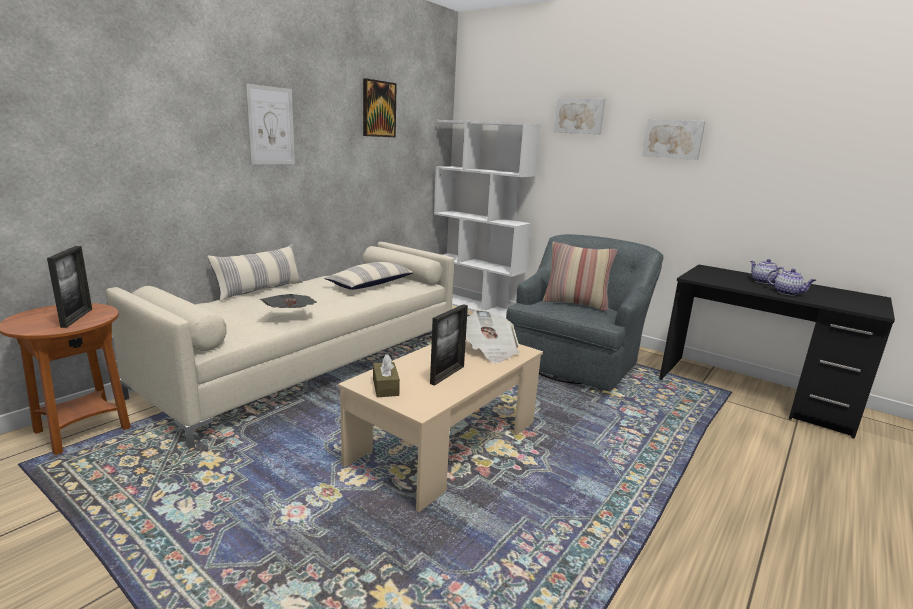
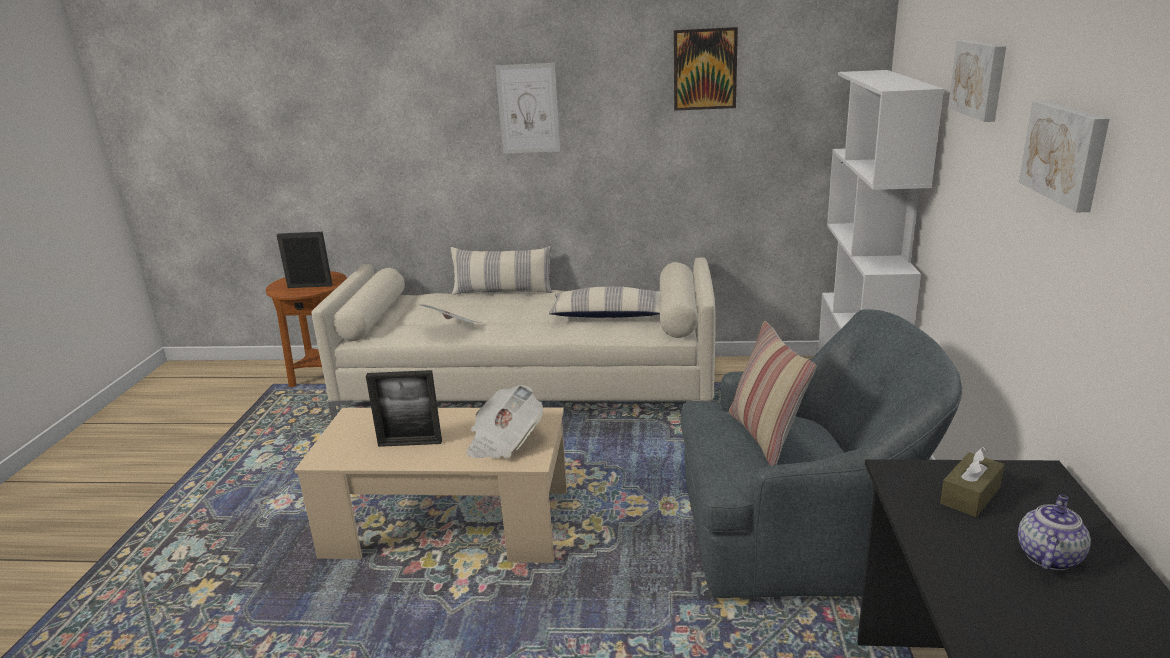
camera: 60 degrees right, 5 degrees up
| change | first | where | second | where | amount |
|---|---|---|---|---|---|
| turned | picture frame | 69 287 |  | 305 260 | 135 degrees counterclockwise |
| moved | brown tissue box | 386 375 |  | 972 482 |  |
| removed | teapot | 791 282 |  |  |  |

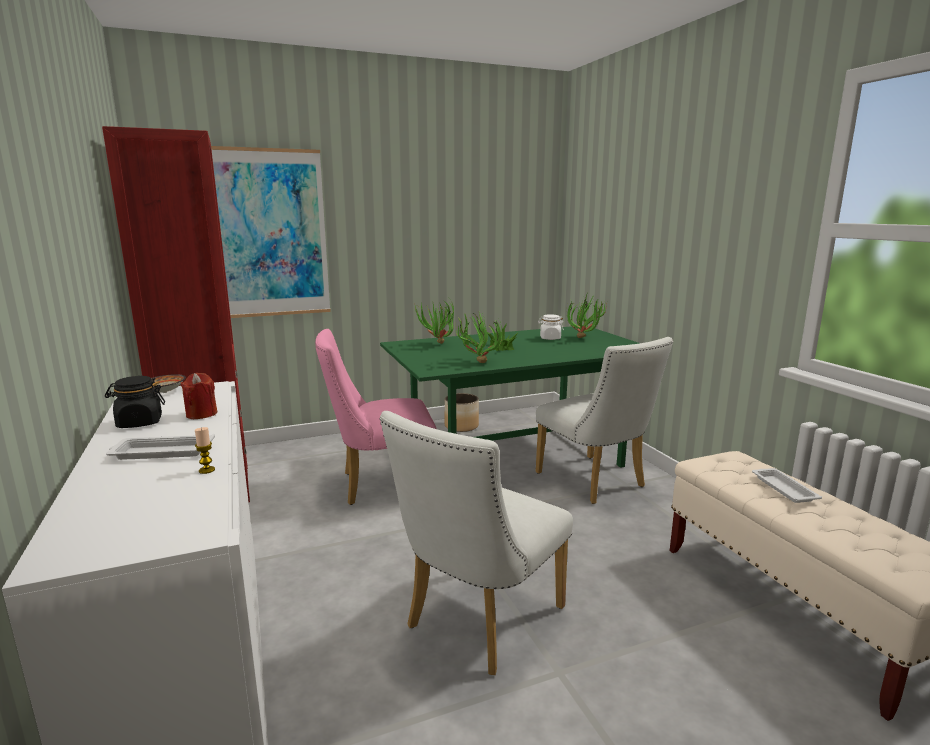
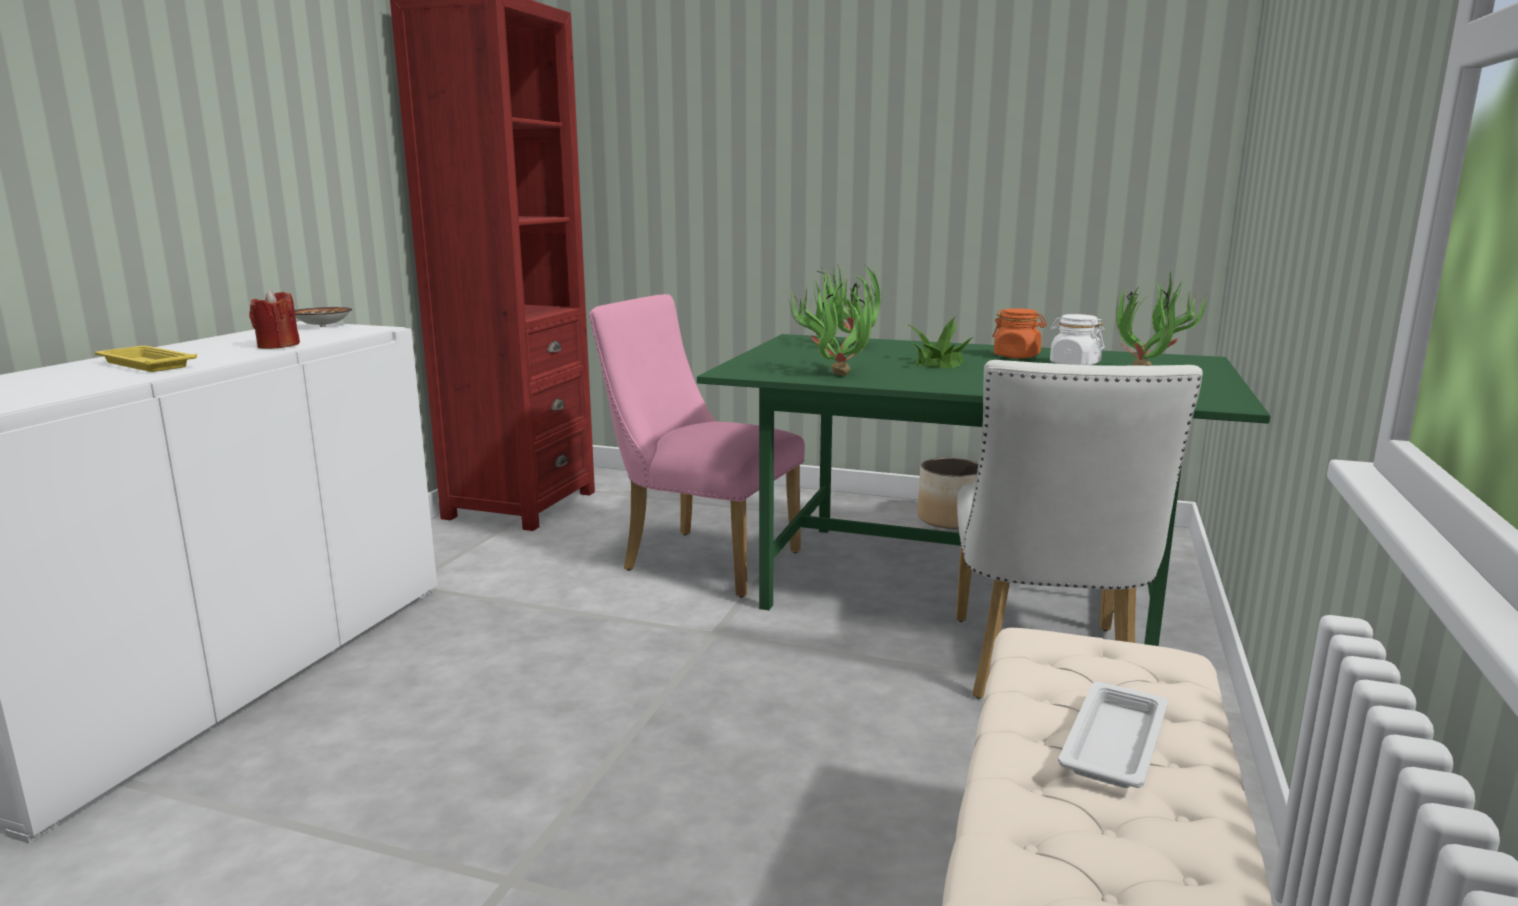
camera: 40 degrees right, 0 degrees up
| change | first | where | second | where | amount |
|---|---|---|---|---|---|
| recoloured | white tray | 160 447 | yellow tray | 145 359 |  |
| added |  |  | orange jar | 1019 333 |  |
| removed | black jar | 135 402 |  |  |  |
| removed | candle | 205 450 |  |  |  |
| removed | picture | 271 232 |  |  |  |
| removed | white chair | 476 543 |  |  |  |

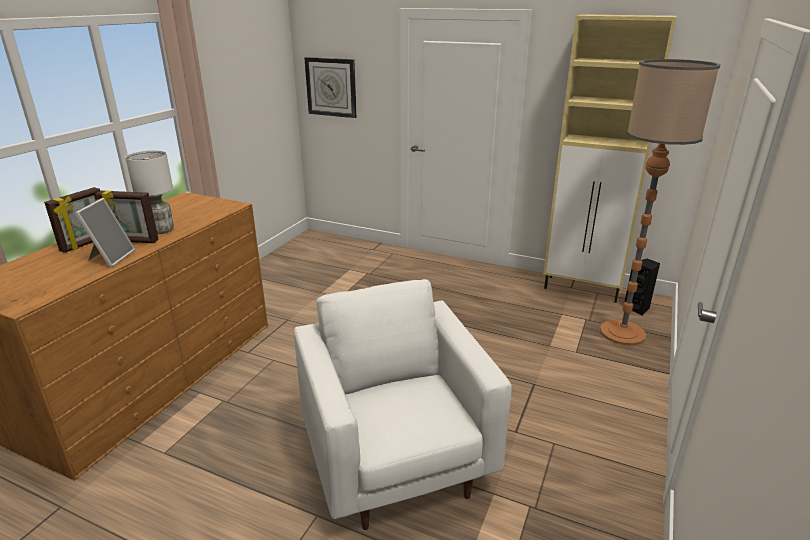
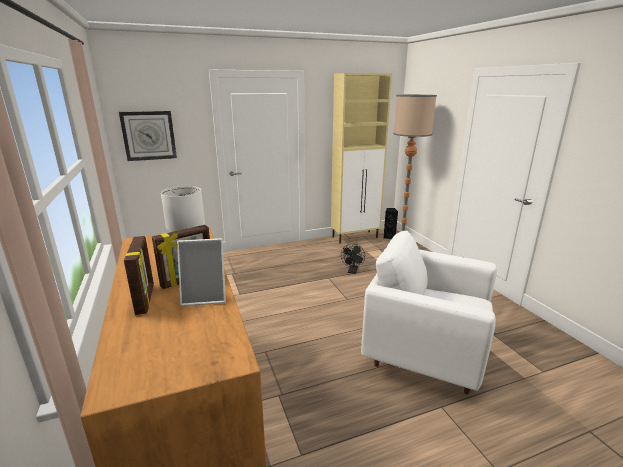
camera: 45 degrees left, 5 degrees down
| change | first | where | second | where | amount |
|---|---|---|---|---|---|
| turned | picture frame | 105 233 |  | 201 272 | 120 degrees clockwise |
| added |  |  | black fan | 353 259 |  |

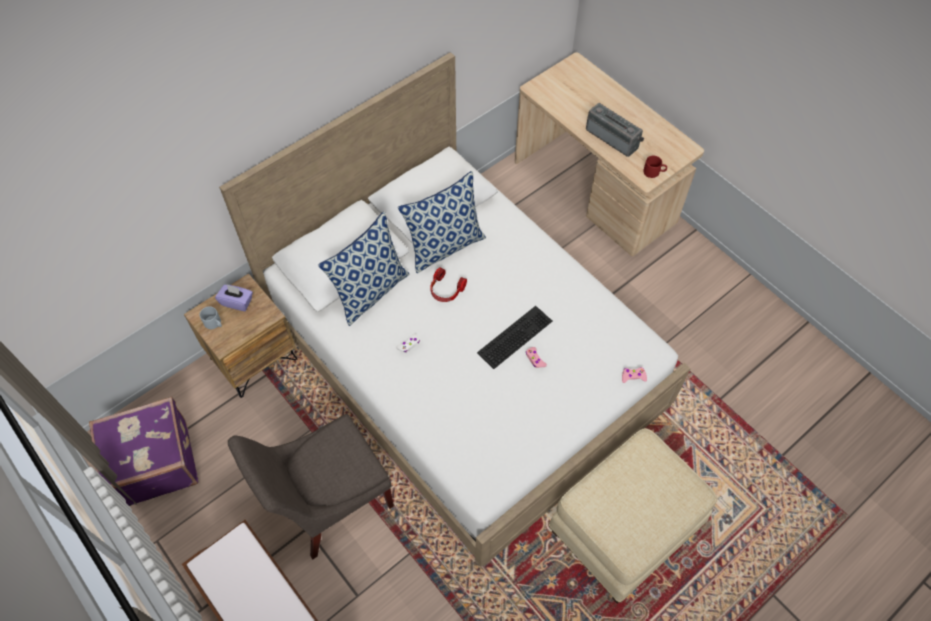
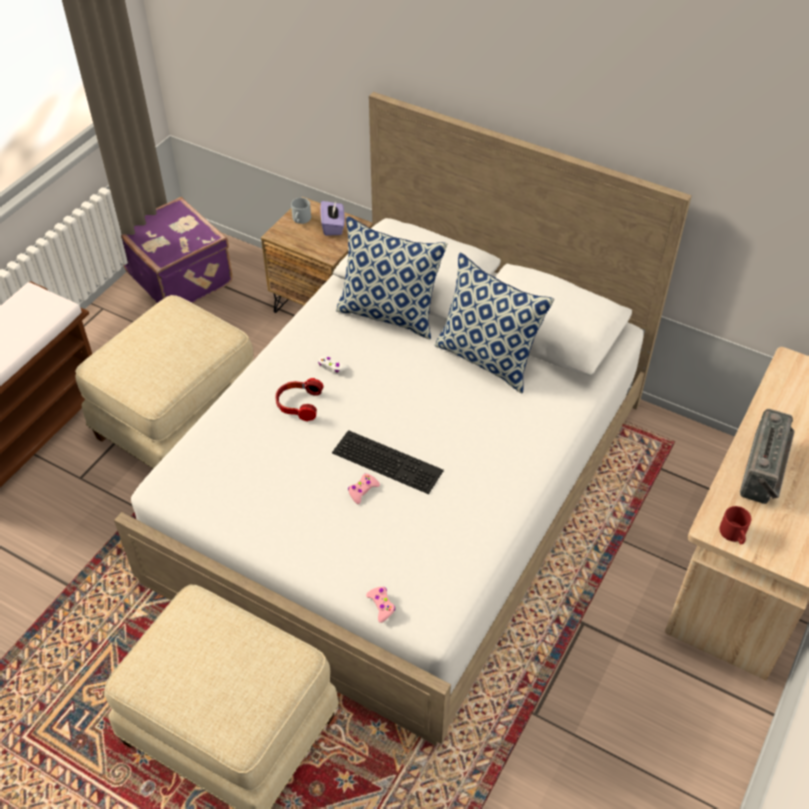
camera: 70 degrees right, 10 degrees down
| change | first | where | second | where | amount |
|---|---|---|---|---|---|
| replaced | grey chair | 311 486 | beige ottoman | 164 382 |  |
| moved | headphones | 448 284 |  | 299 399 |  |

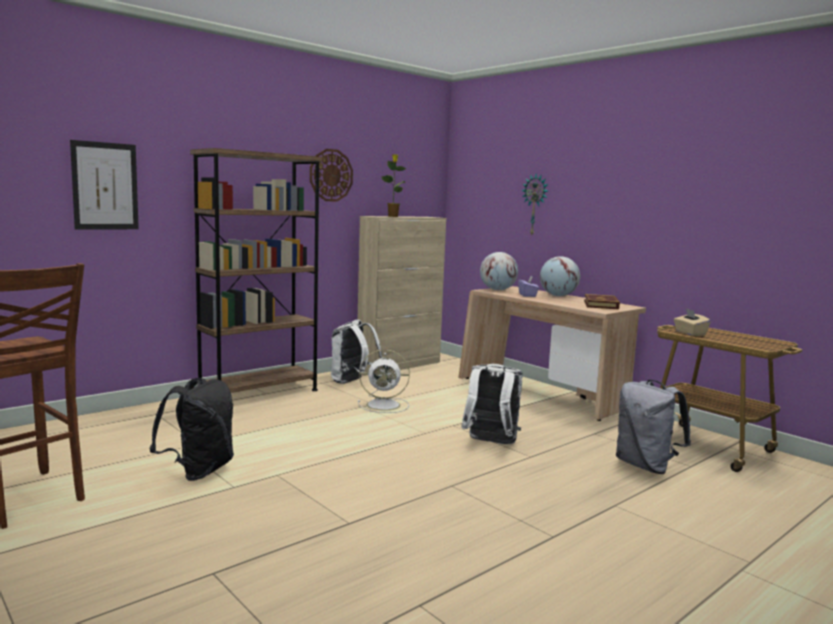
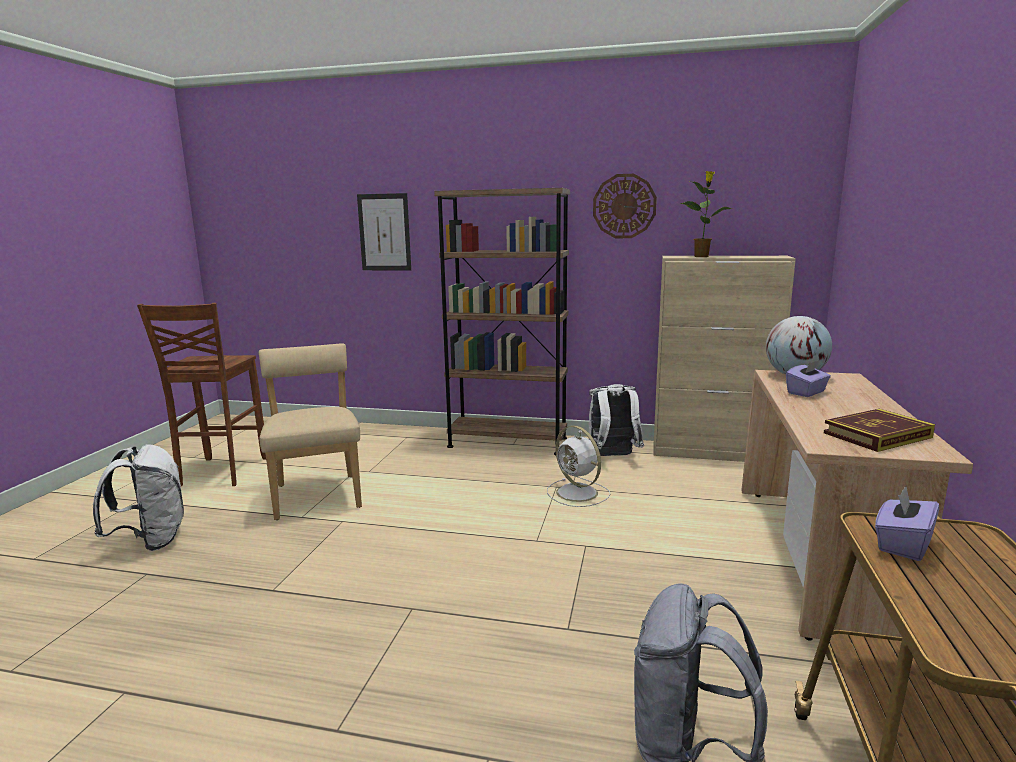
camera: 55 degrees right, 5 degrees up
| change | first | where | second | where | amount |
|---|---|---|---|---|---|
| moved | white backpack | 492 404 |  | 138 497 |  |
| replaced | black backpack | 191 429 | beige chair | 310 431 |  |
| recoloured | beige tissue box | 692 322 | purple tissue box | 907 523 |  |
| removed | wall clock | 534 204 |  |  |  |
| removed | globe | 560 276 |  |  |  |

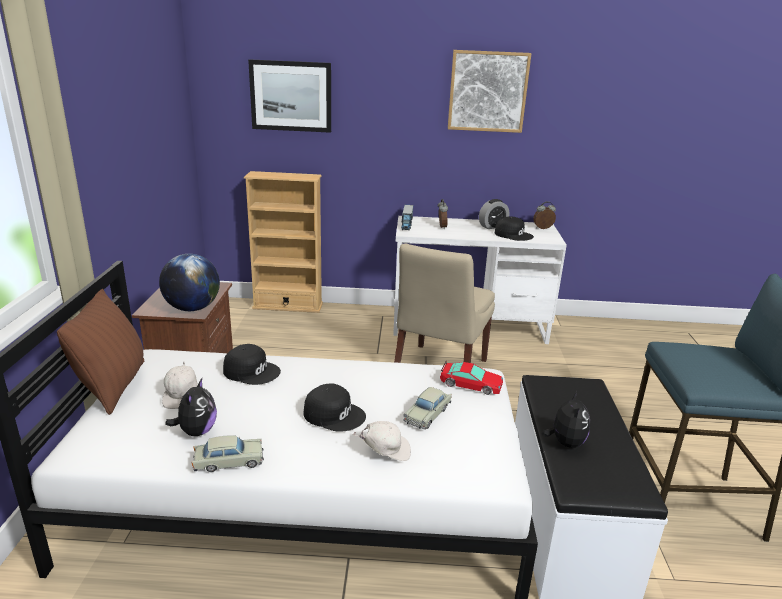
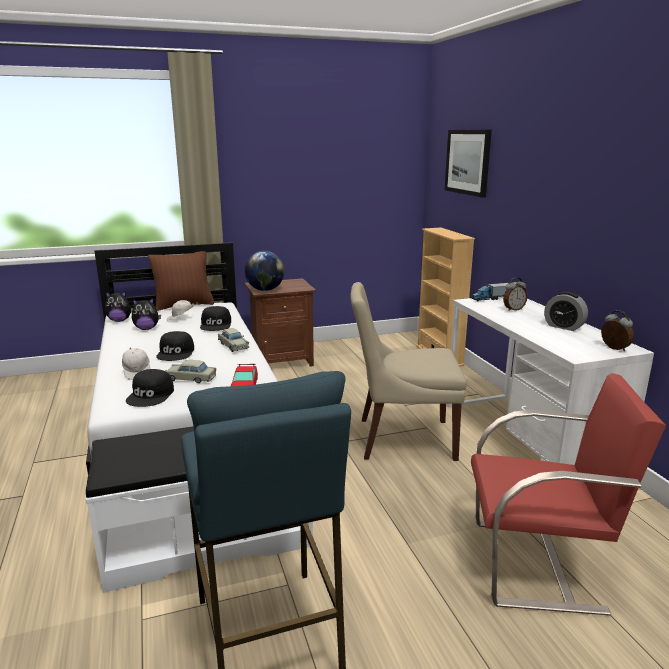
camera: 70 degrees right, 5 degrees down
| change | first | where | second | where | amount |
|---|---|---|---|---|---|
| moved | plush toy | 565 419 |  | 119 306 |  |
| moved | black cap | 514 229 |  | 150 388 |  |
| moved | beige toy car | 228 453 |  | 233 340 |  |
| added |  |  | red chair | 568 494 |  |
| removed | picture | 490 91 |  |  |  |

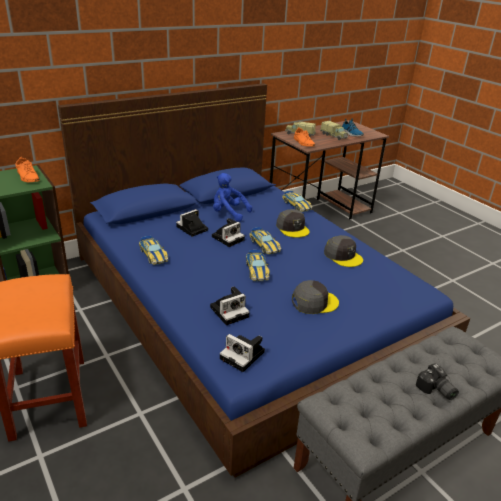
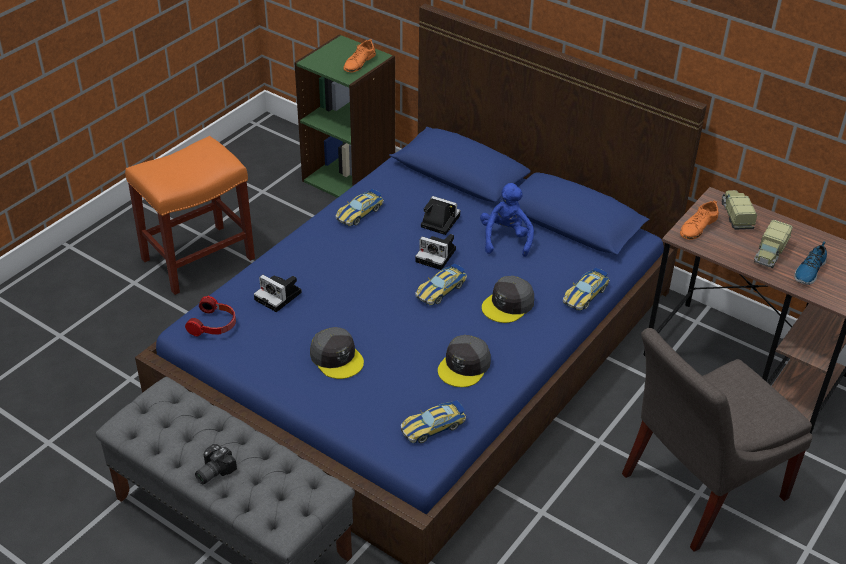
camera: 70 degrees right, 10 degrees up
| change | first | where | second | where | amount |
|---|---|---|---|---|---|
| replaced | photo camera | 242 353 | headphones | 210 316 |  |
| moved | toy car | 258 265 |  | 433 422 |  |
| added |  |  | grey chair | 717 440 |  |

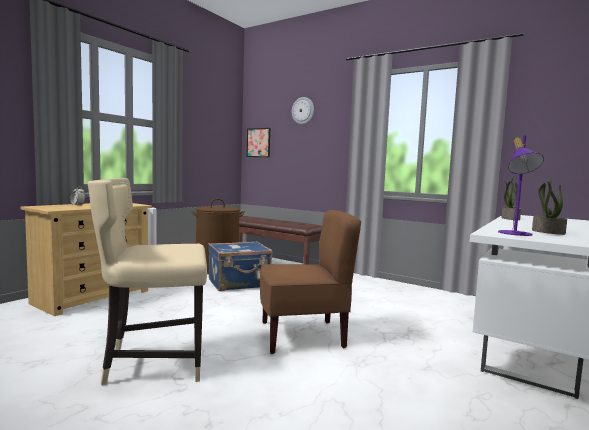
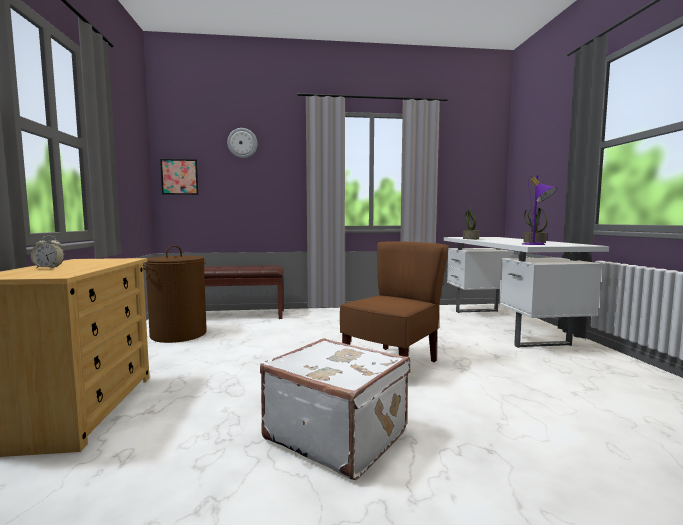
camera: 40 degrees left, 0 degrees up
| change | first | where | second | where | amount |
|---|---|---|---|---|---|
| replaced | beige chair | 147 281 | white suitcase | 335 409 |  |
| removed | blue suitcase | 240 266 |  |  |  |

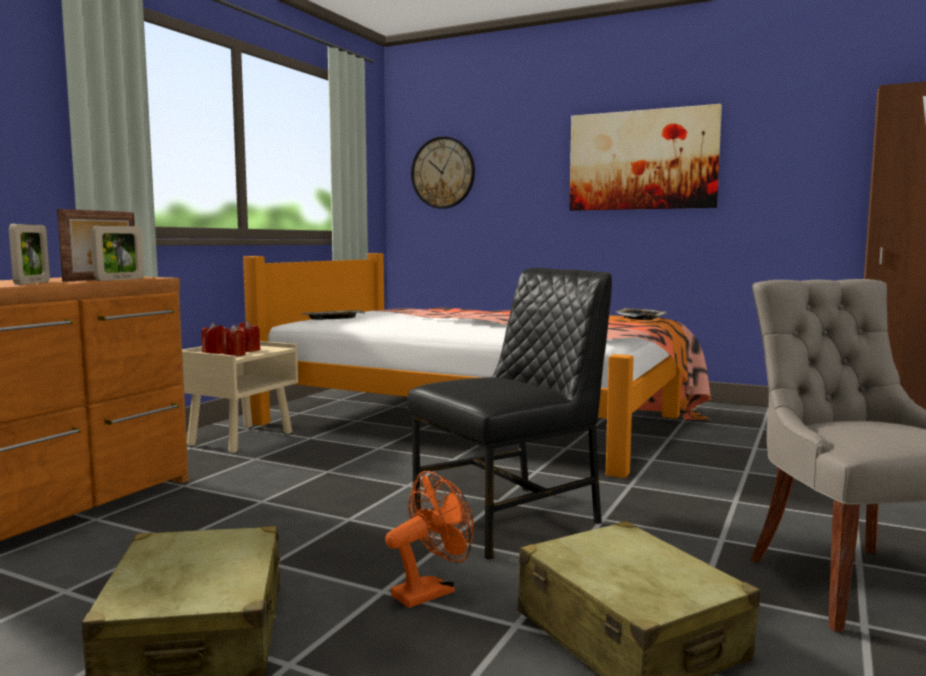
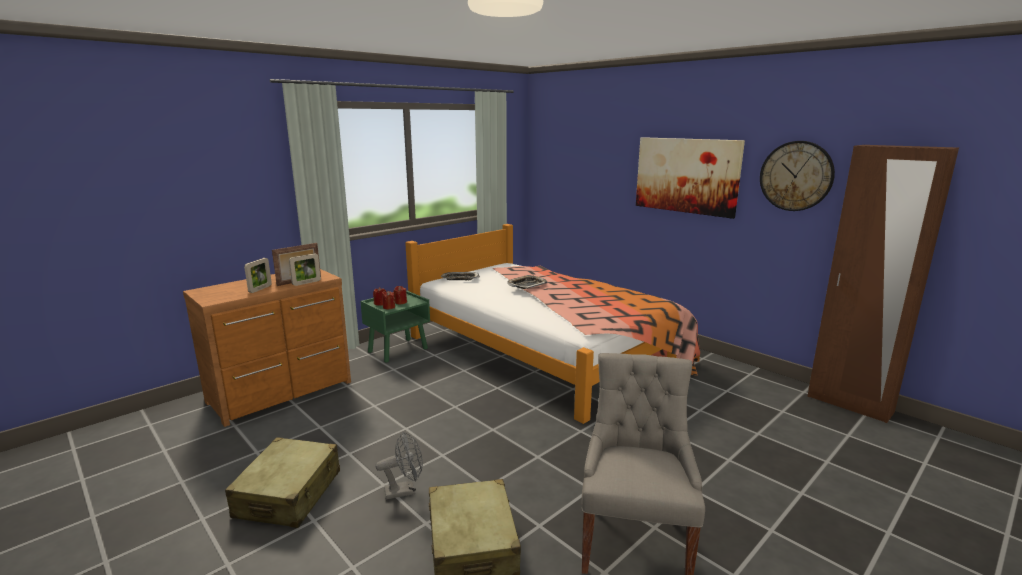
camera: 20 degrees right, 10 degrees up
| change | first | where | second | where | amount |
|---|---|---|---|---|---|
| recoloured | beige nightstand | 240 397 | green nightstand | 395 326 |  |
| recoloured | orange fan | 429 539 | grey fan | 399 465 |  |
| moved | tray | 641 314 |  | 527 282 |  |
| moved | wall clock | 443 172 |  | 797 176 |  |
| removed | black chair | 509 413 |  |  |  |

